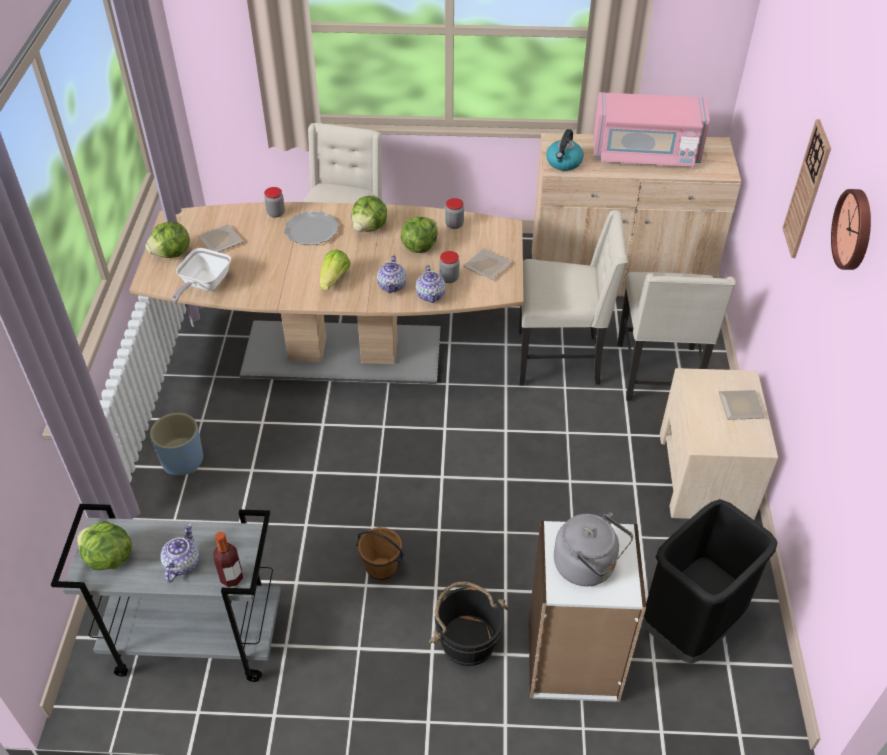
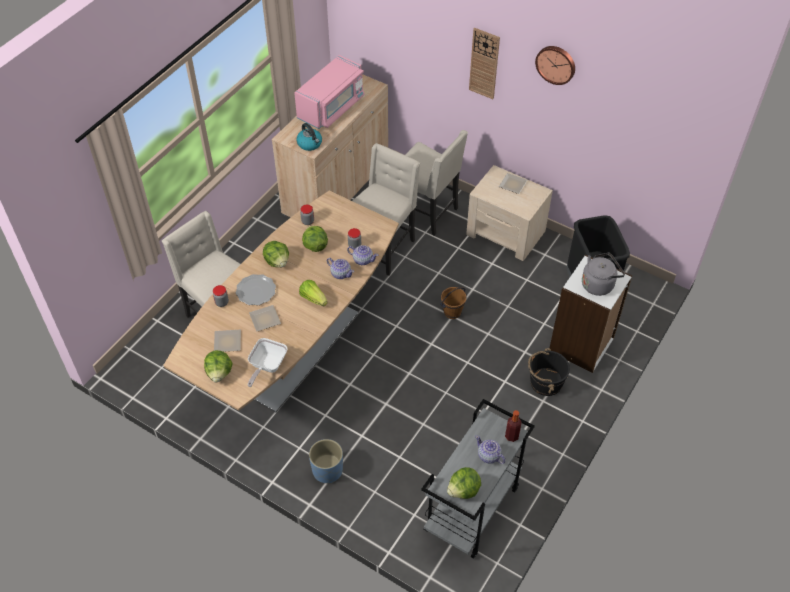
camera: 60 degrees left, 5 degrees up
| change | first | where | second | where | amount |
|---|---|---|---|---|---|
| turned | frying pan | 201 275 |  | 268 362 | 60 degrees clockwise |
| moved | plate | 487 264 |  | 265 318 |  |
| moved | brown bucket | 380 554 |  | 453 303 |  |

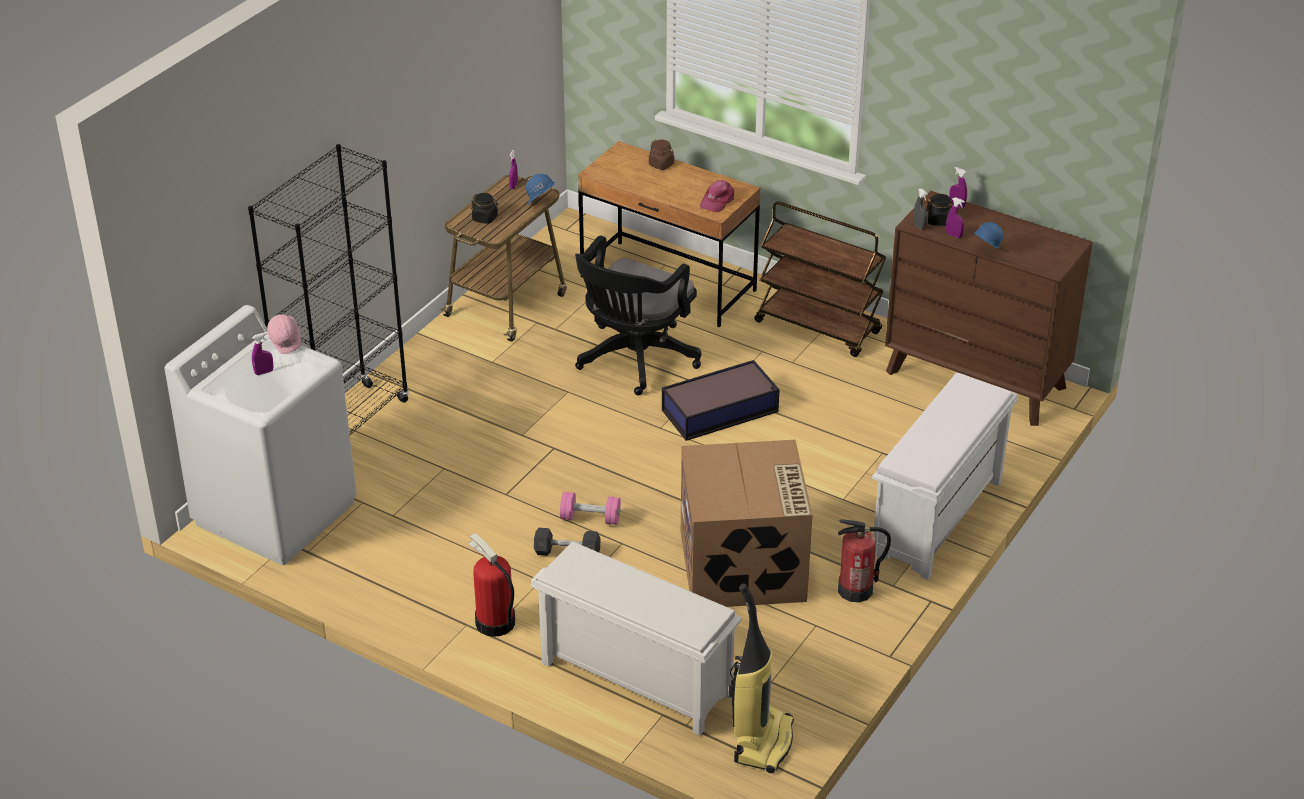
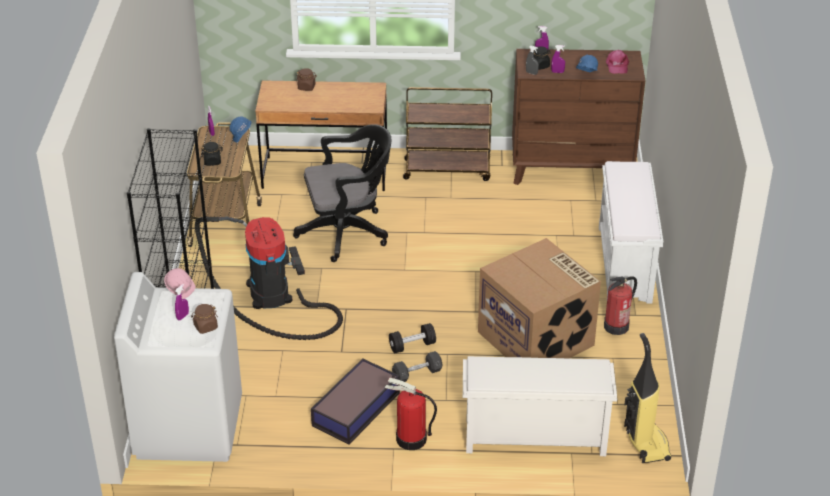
camera: 30 degrees left, 0 degrees up
| change | first | where | second | where | amount |
|---|---|---|---|---|---|
| added |  |  | brown jar | 204 319 |  |
| added |  |  | vacuum cleaner | 269 278 |  |
| turned | black office chair | 638 315 |  | 342 193 | 105 degrees counterclockwise |
| moved | storage box | 721 400 |  | 355 401 |  |
| recoloured | pink dumbbell | 590 508 | black dumbbell | 412 338 |  |
| moved | pink cap | 717 196 |  | 617 62 |  |

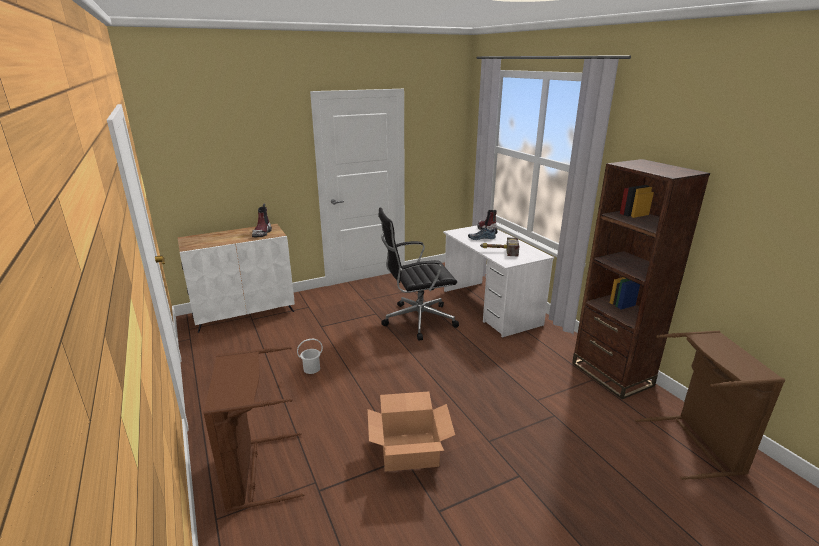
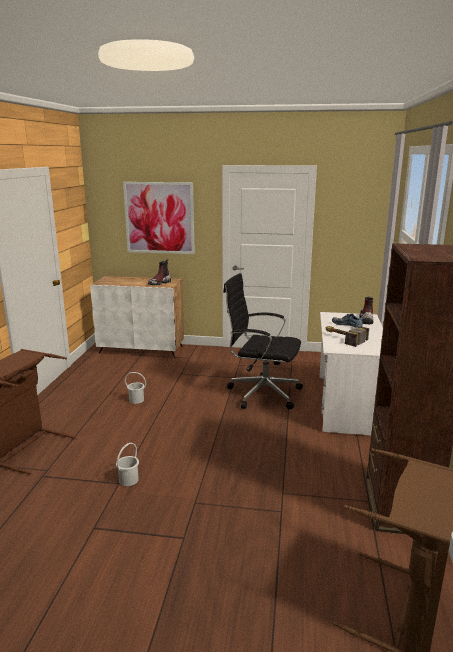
camera: 35 degrees right, 5 degrees down
| change | first | where | second | where | amount |
|---|---|---|---|---|---|
| replaced | cardboard box | 411 431 | white bucket | 127 464 |  |
| added |  |  | picture | 159 218 |  |

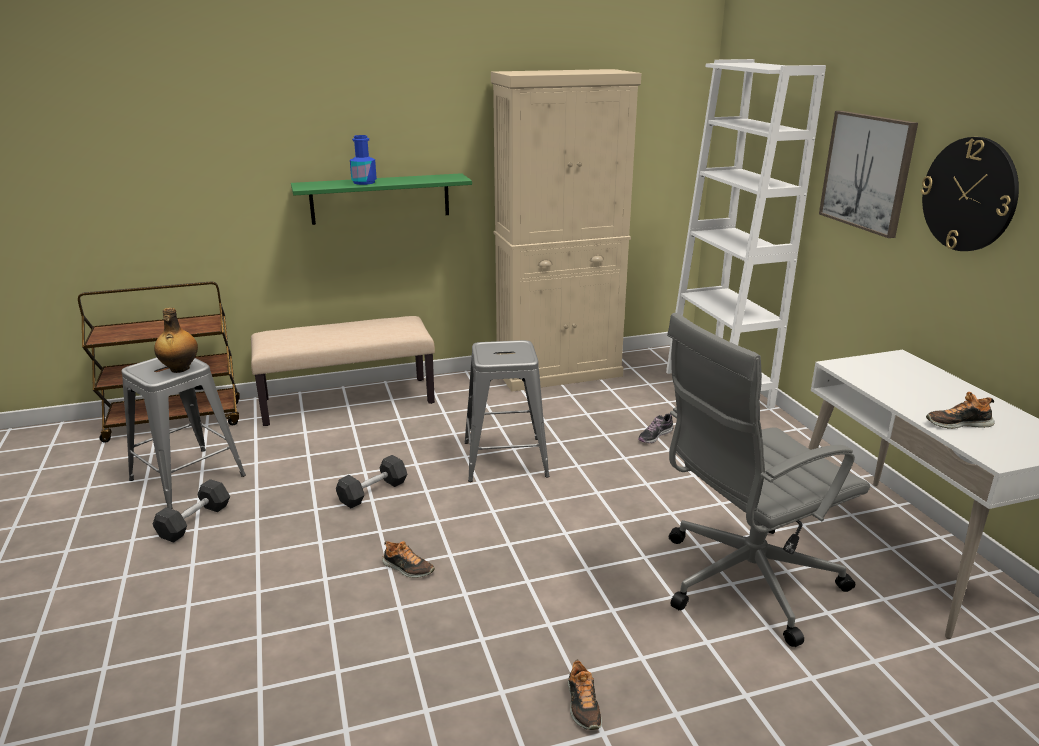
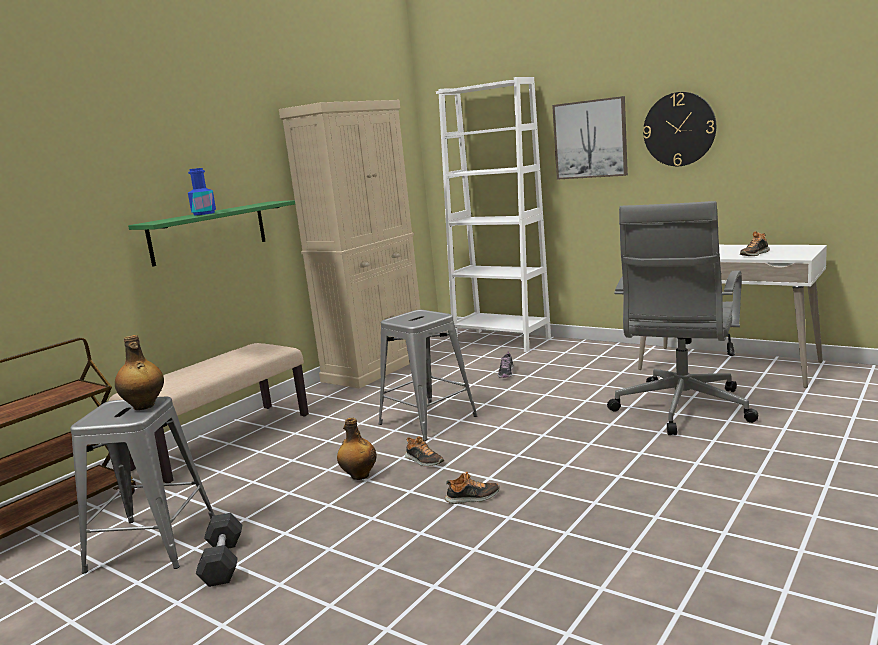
camera: 35 degrees left, 10 degrees down
| change | first | where | second | where | amount |
|---|---|---|---|---|---|
| replaced | grey dumbbell | 371 481 | bottle | 357 449 |  |
| moved | shoe | 585 694 |  | 424 451 |  |

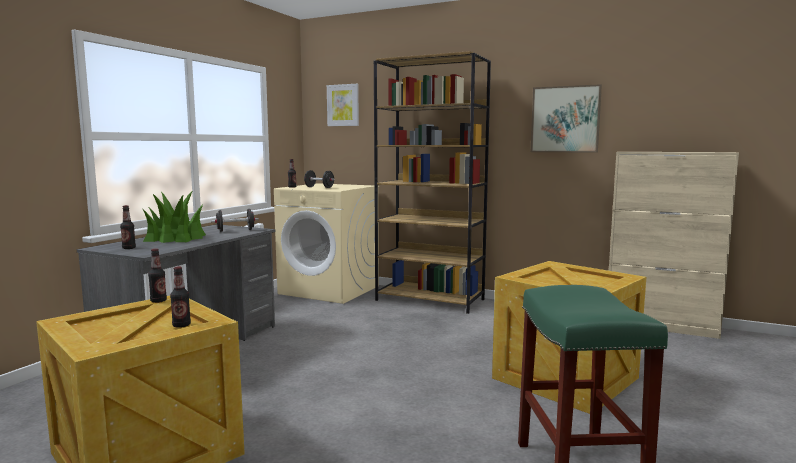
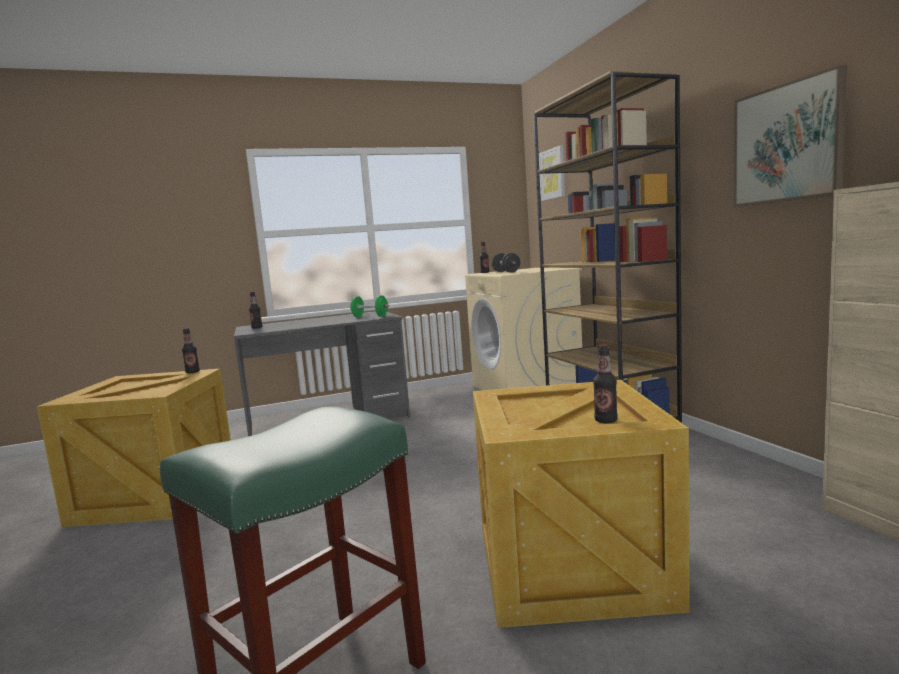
camera: 45 degrees right, 0 degrees up
| change | first | where | second | where | amount |
|---|---|---|---|---|---|
| recoloured | black dumbbell | 235 220 | green dumbbell | 369 306 |  |
| moved | bottle | 180 297 |  | 605 383 |  |
| removed | potted plant | 174 217 |  |  |  |

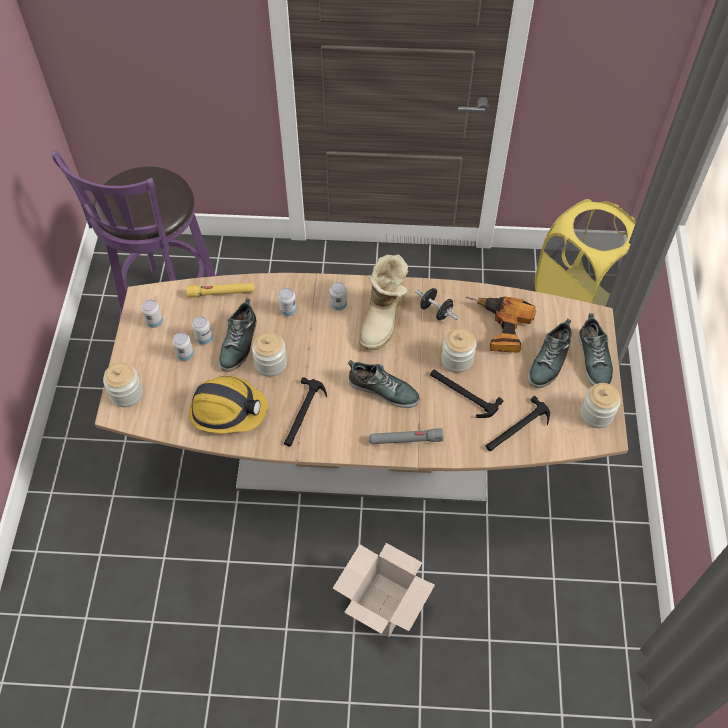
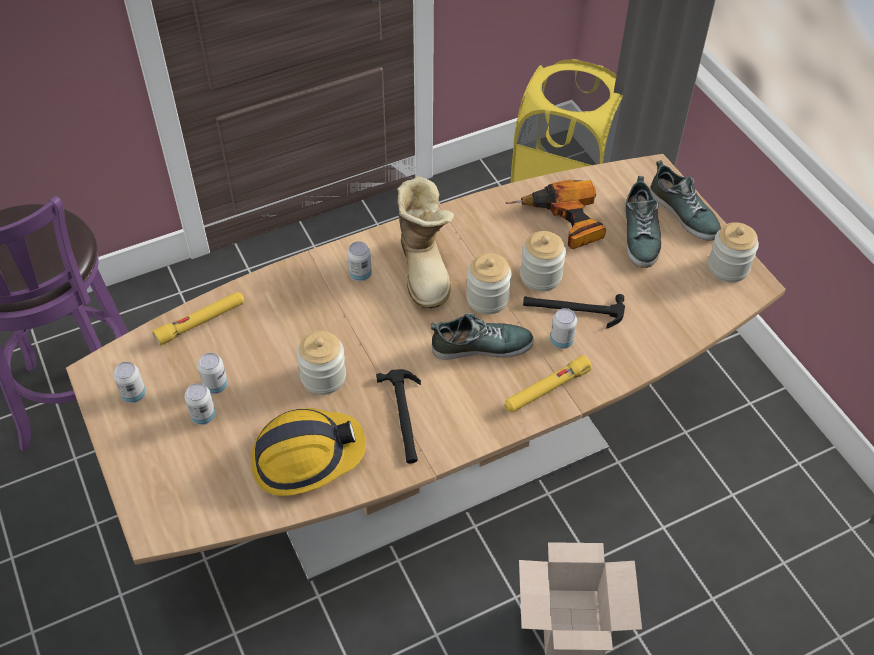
camera: 30 degrees left, 5 degrees down
| change | first | where | second | where | amount |
|---|---|---|---|---|---|
| moved | jar | 123 384 |  | 489 283 |  |
| recoloured | grey flashlight | 406 436 | yellow flashlight | 548 383 |  |
| moved | can | 287 302 |  | 563 328 |  |
| removed | shoe | 238 335 |  |  |  |
| removed | black dumbbell | 436 304 |  |  |  |
| removed | hammer | 518 423 |  |  |  |

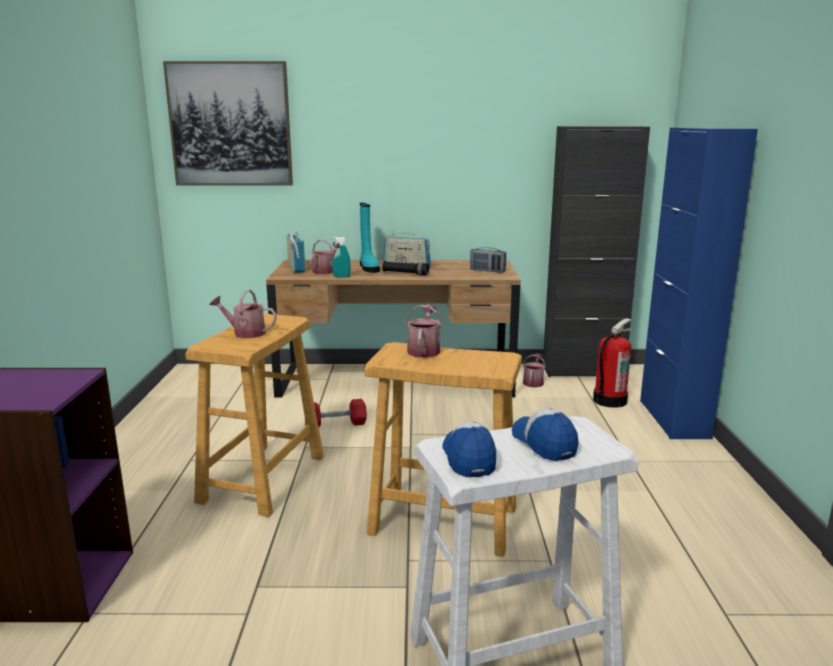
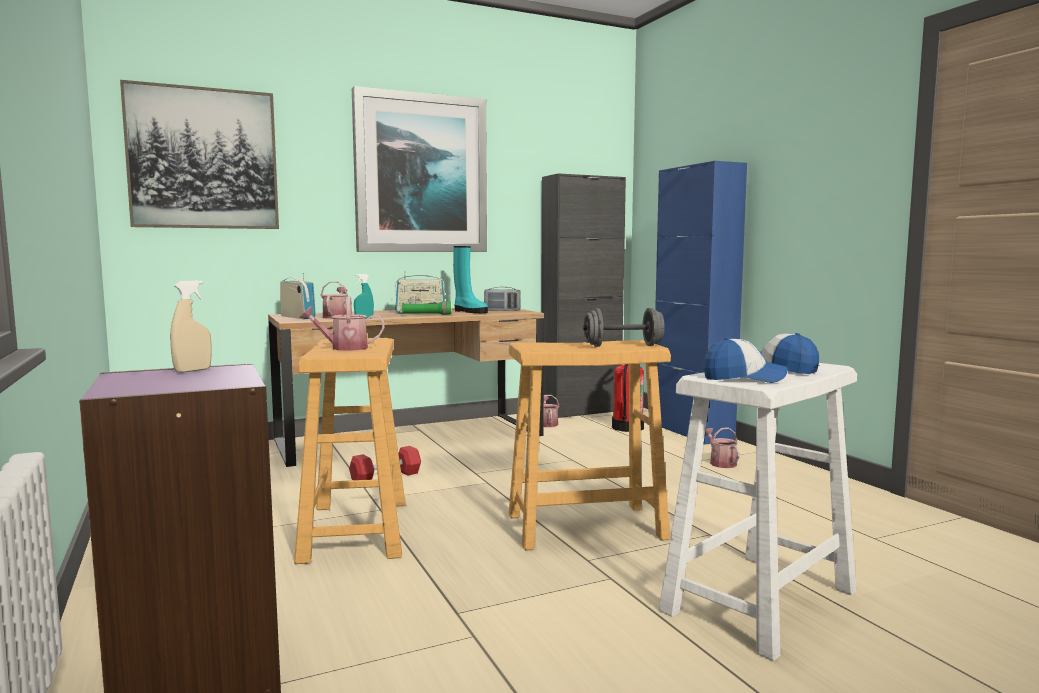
camera: 25 degrees left, 10 degrees down
| change | first | where | second | where | amount |
|---|---|---|---|---|---|
| added |  |  | beige spray bottle | 191 326 |  |
| added |  |  | picture | 419 169 |  |
| recoloured | black flashlight | 405 268 | green flashlight | 426 308 |  |
| moved | turquoise boot | 370 238 |  | 470 279 |  |
| added |  |  | grey dumbbell | 624 327 |  |
| turned | cap | 469 449 |  | 745 360 | 135 degrees clockwise |
| moved | watering can | 423 331 |  | 722 447 |  |

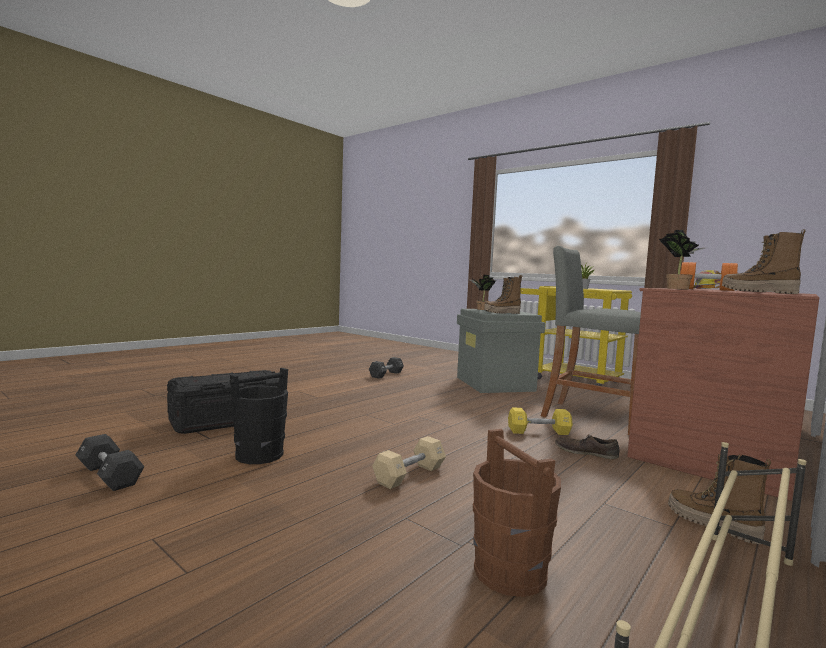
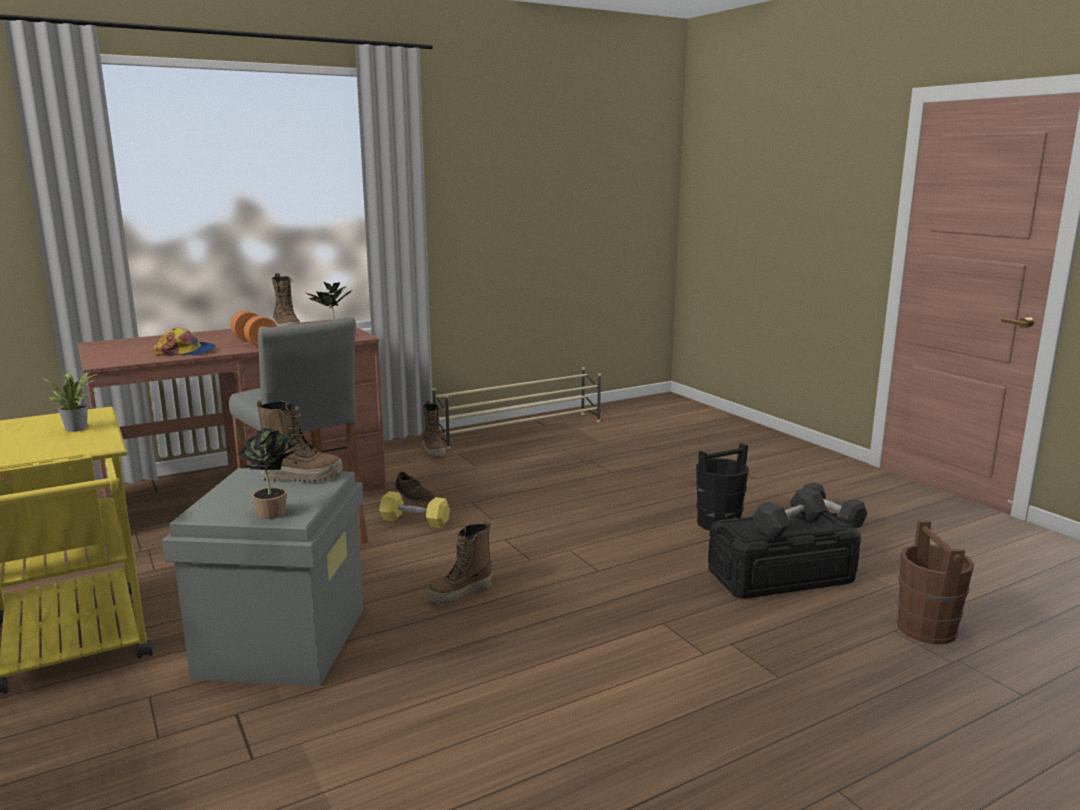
camera: 160 degrees left, 10 degrees up
| change | first | where | second | where | amount |
|---|---|---|---|---|---|
| added |  |  | boot | 459 562 |  |
| moved | black dumbbell | 386 368 |  | 789 513 |  |
| moved | brown bucket | 517 513 |  | 935 582 |  |
| removed | beige dumbbell | 409 462 |  |  |  |

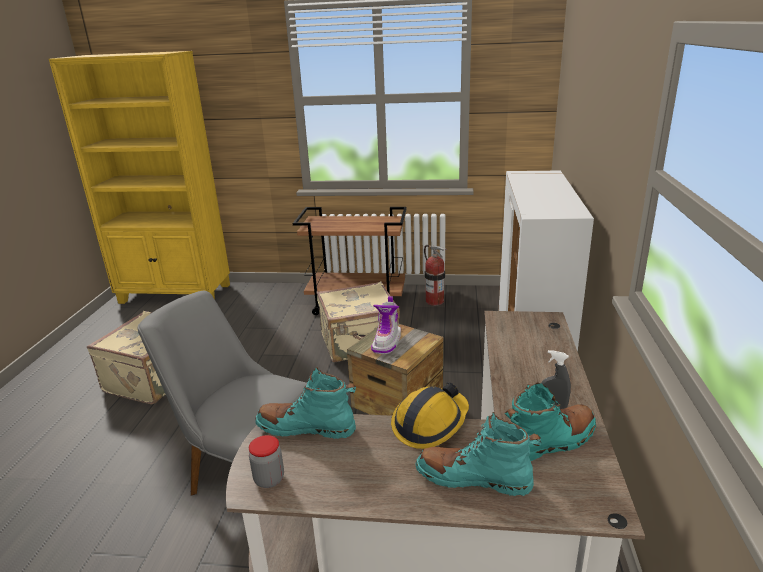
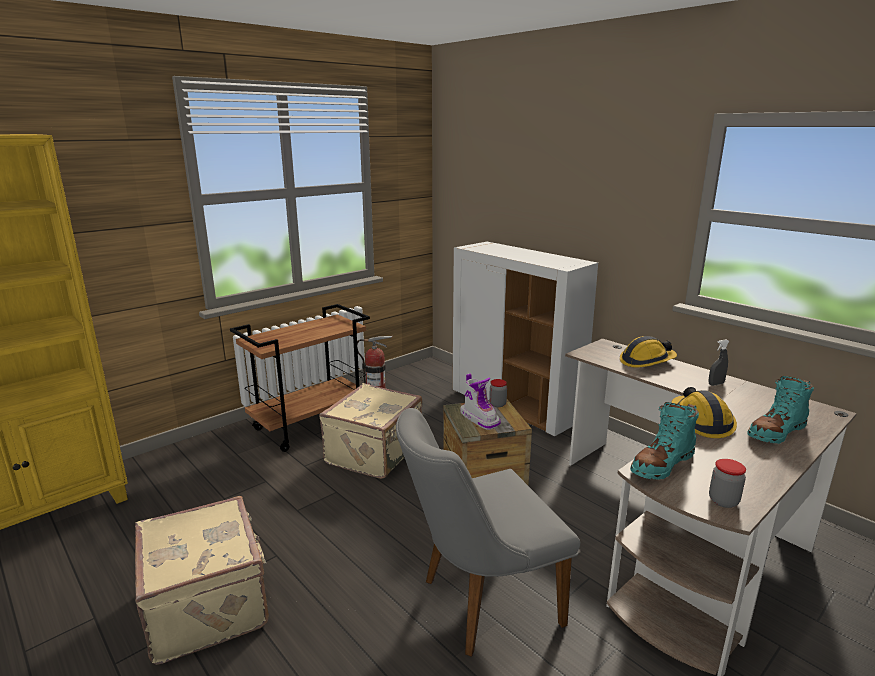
camera: 50 degrees left, 5 degrees down
| change | first | where | second | where | amount |
|---|---|---|---|---|---|
| added |  |  | jar | 498 393 |  |
| added |  |  | hard hat | 648 351 |  |
| removed | turquoise boot | 550 421 |  |  |  |

